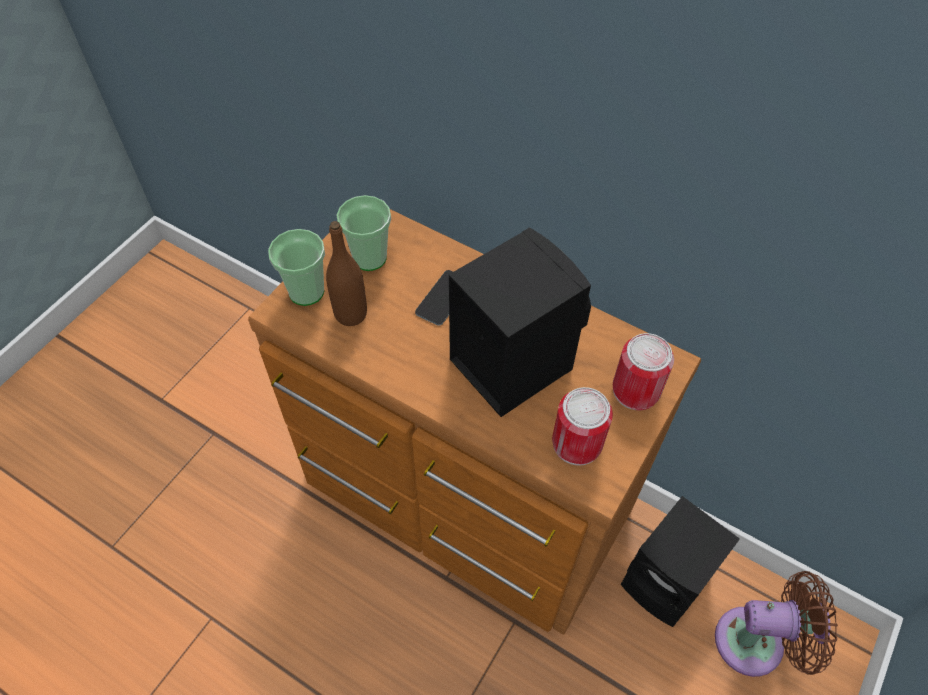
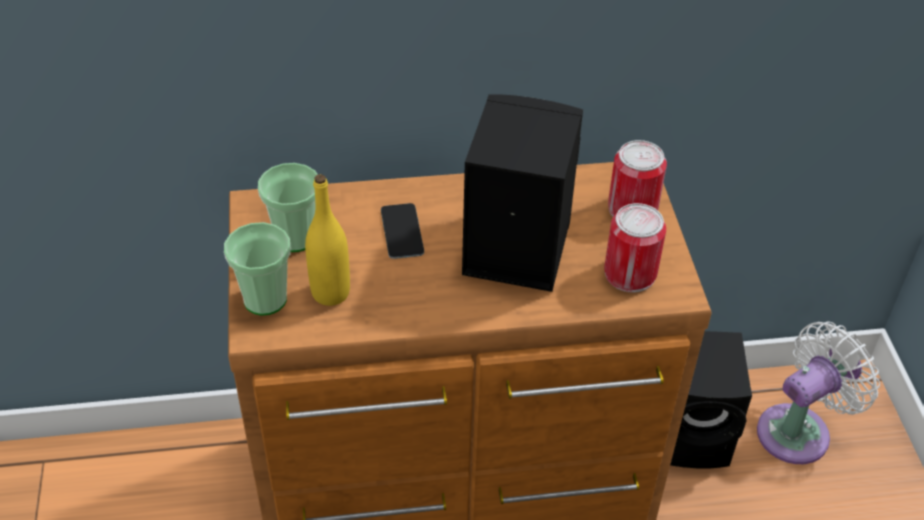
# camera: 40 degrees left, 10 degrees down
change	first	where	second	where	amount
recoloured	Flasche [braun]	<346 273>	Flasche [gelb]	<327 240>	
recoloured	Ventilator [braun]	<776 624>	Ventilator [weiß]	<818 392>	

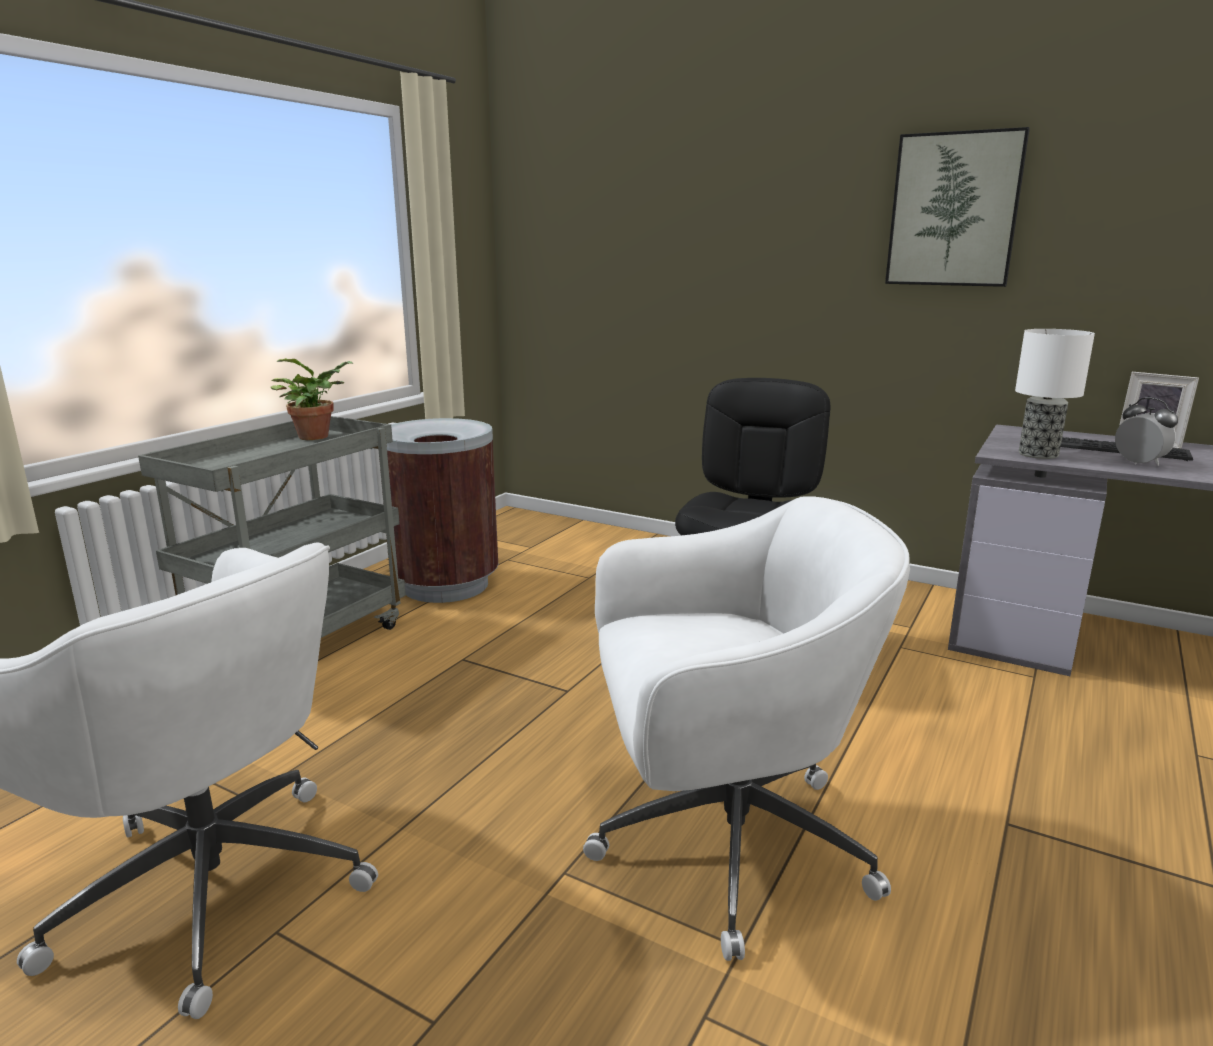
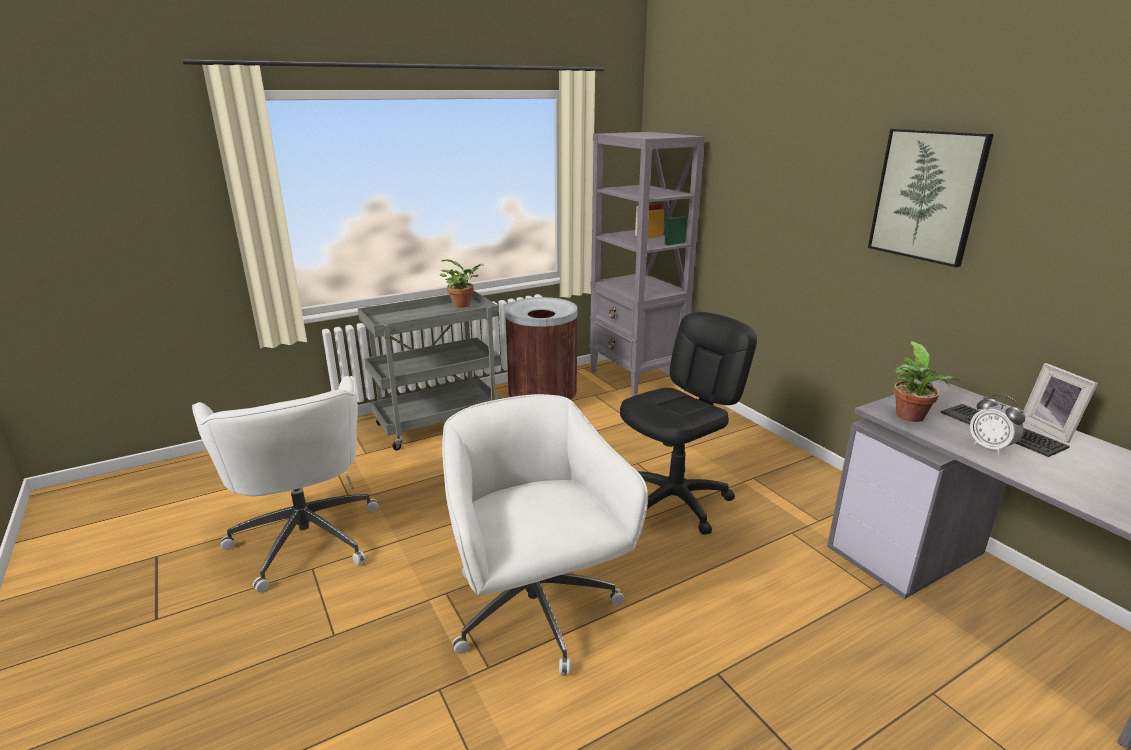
# camera: 30 degrees right, 5 degrees up
change	first	where	second	where	amount
replaced	Tischlampe	<1055 394>	Topfpflanze	<926 381>	
turned	Wecker	<1146 432>		<997 424>	150 degrees clockwise
turned	Bürostuhl [weiß]	<746 728>		<545 534>	135 degrees counterclockwise
added			Bücherregal [grau]	<647 264>	

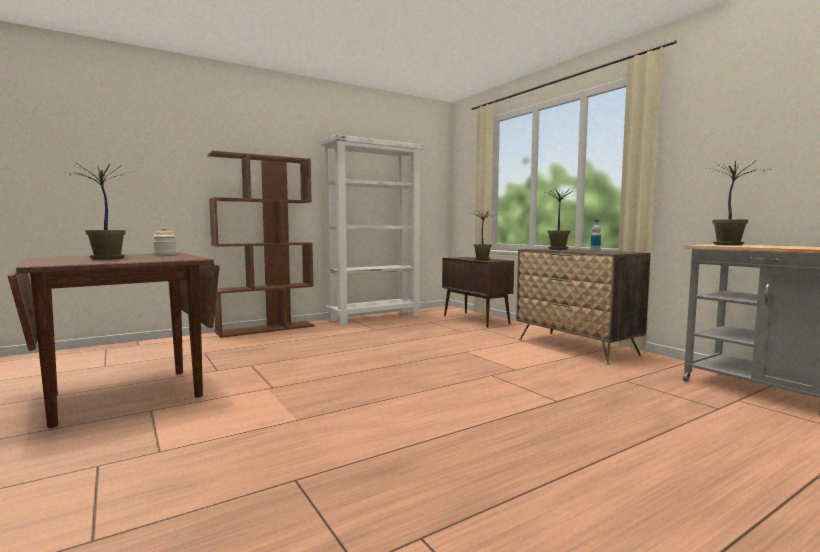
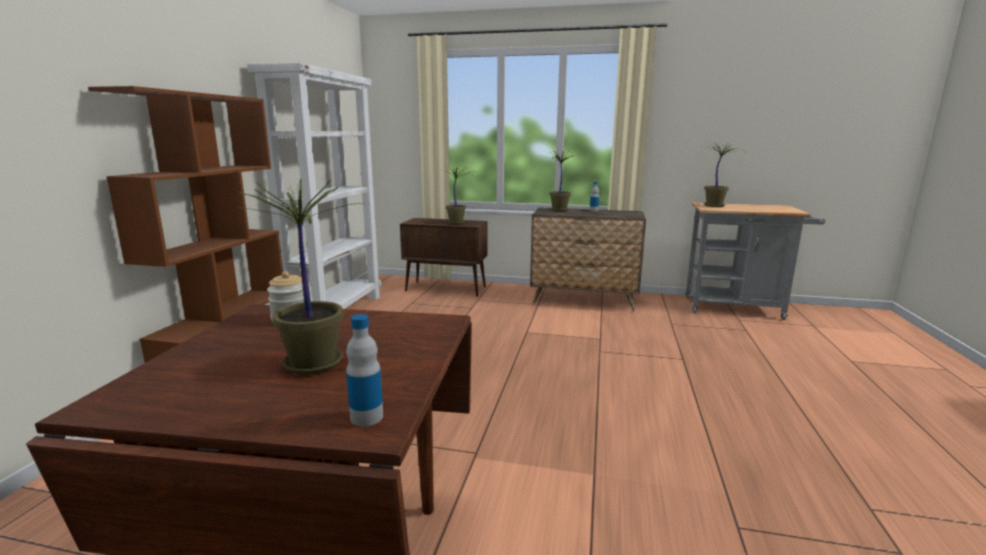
# camera: 45 degrees left, 10 degrees up
change	first	where	second	where	amount
added			Flasche	<364 370>	

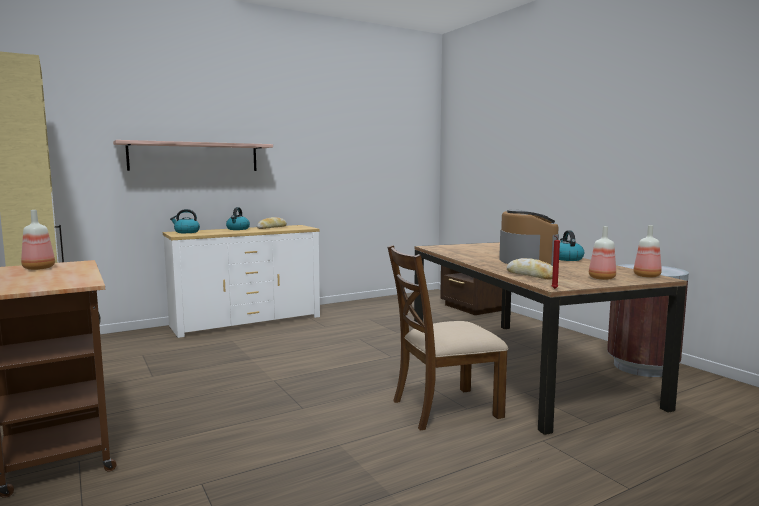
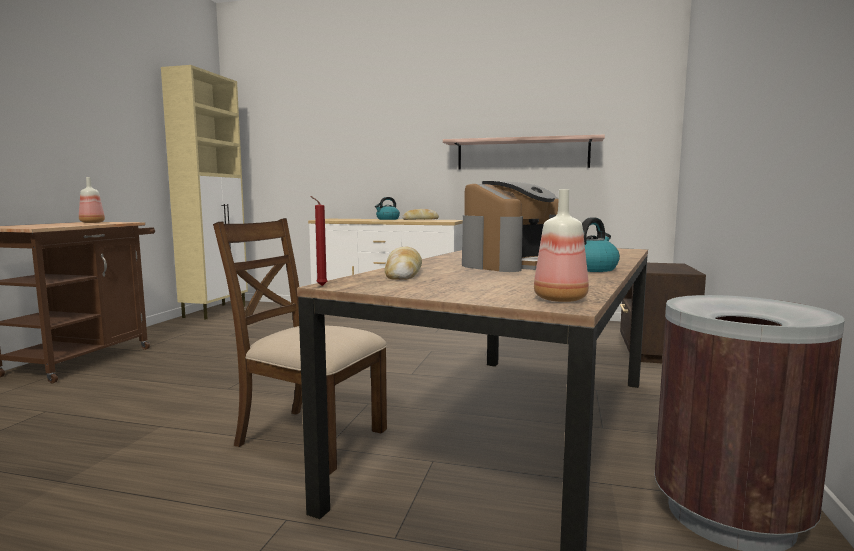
# camera: 45 degrees right, 0 degrees up
change	first	where	second	where	amount
moved	Wandregal	<193 155>		<524 152>	
removed	Wasserkessel	<185 221>			
removed	Flasche	<602 253>			

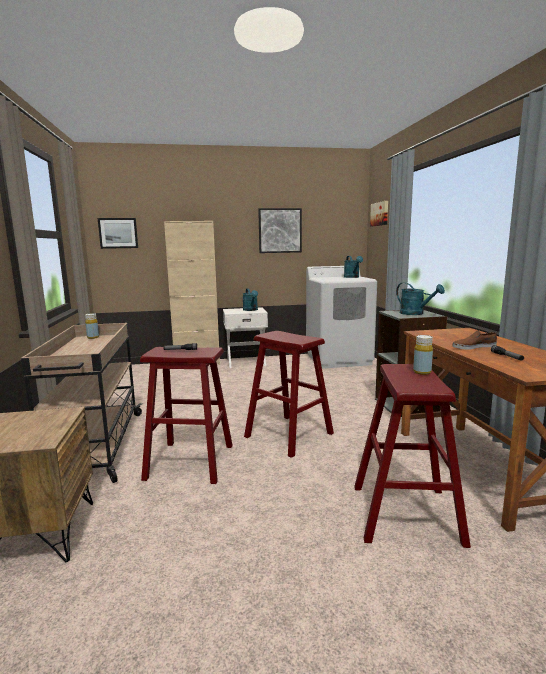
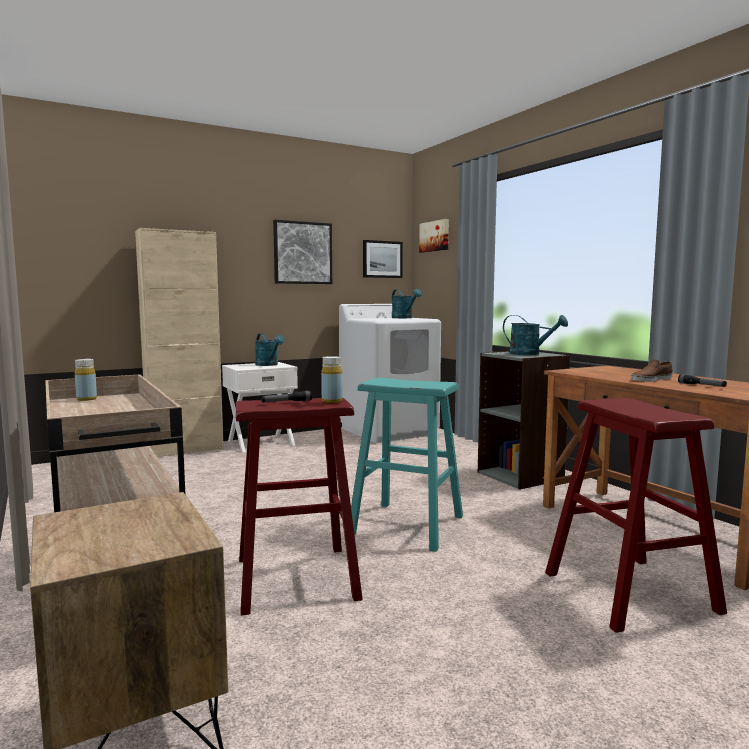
# camera: 20 degrees left, 5 degrees down
change	first	where	second	where	amount
moved	Bild	<118 233>		<383 259>	
recoloured	Hocker [rot]	<289 394>	Hocker [türkis]	<407 465>	
moved	Flasche [gelb]	<423 355>		<332 379>	

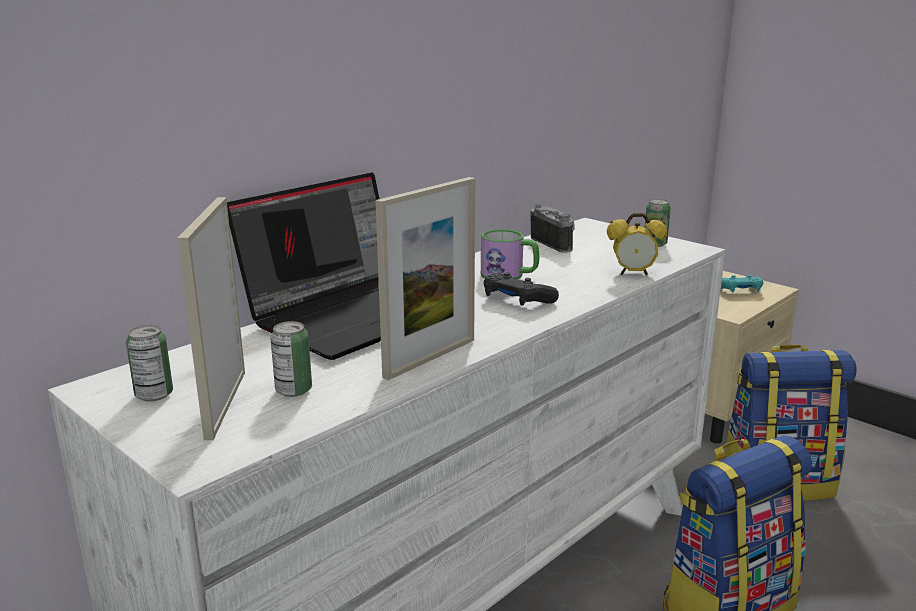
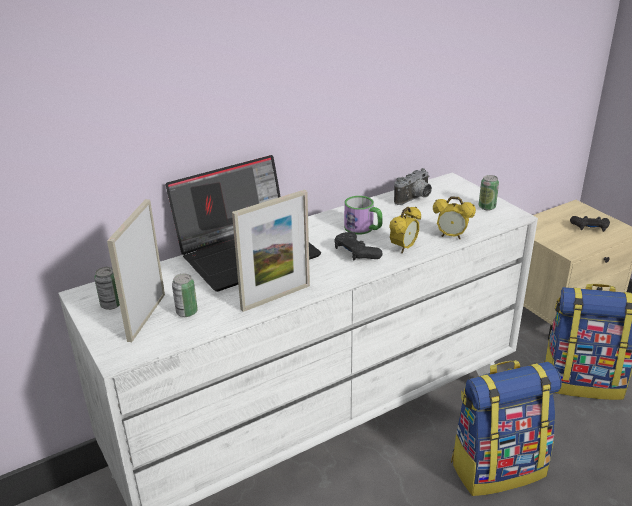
# camera: 15 degrees right, 10 degrees up
change	first	where	second	where	amount
turned	Kamera	<553 228>		<413 186>	60 degrees clockwise
recoloured	Gamepad [türkis]	<742 283>	Gamepad [schwarz]	<590 224>	
added			Wecker	<405 229>	

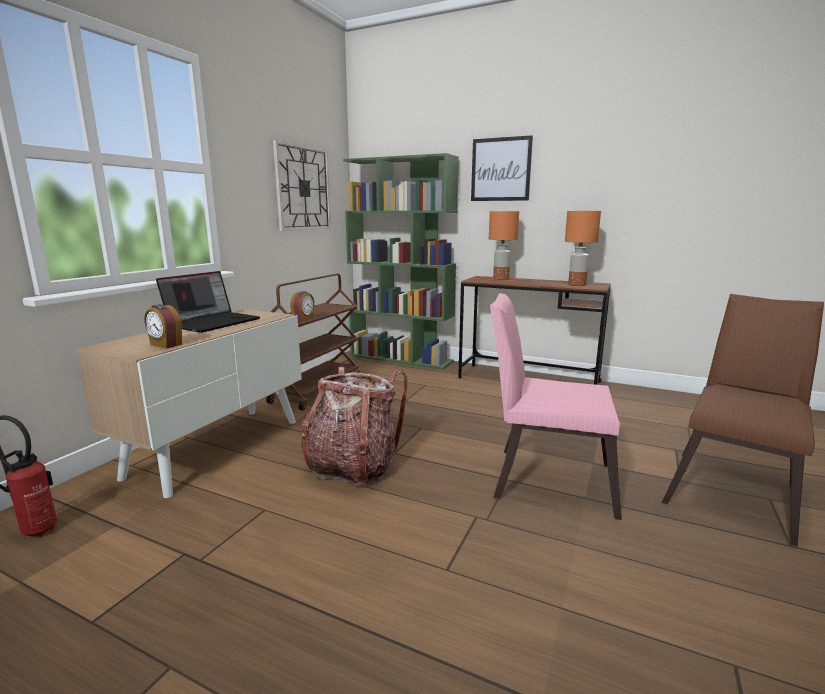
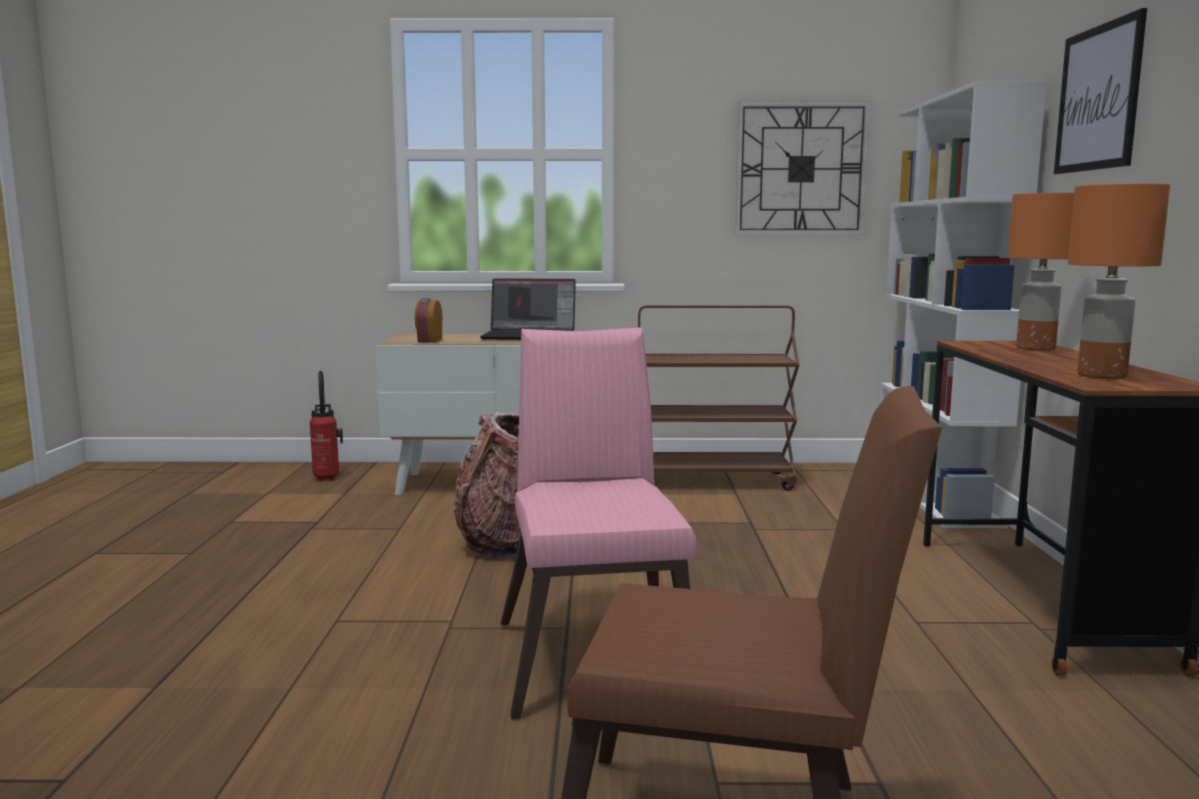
# camera: 65 degrees right, 5 degrees down
change	first	where	second	where	amount
recoloured	Bücherregal [grün]	<401 261>	Bücherregal [weiß]	<963 304>	
removed	Wecker	<302 306>			

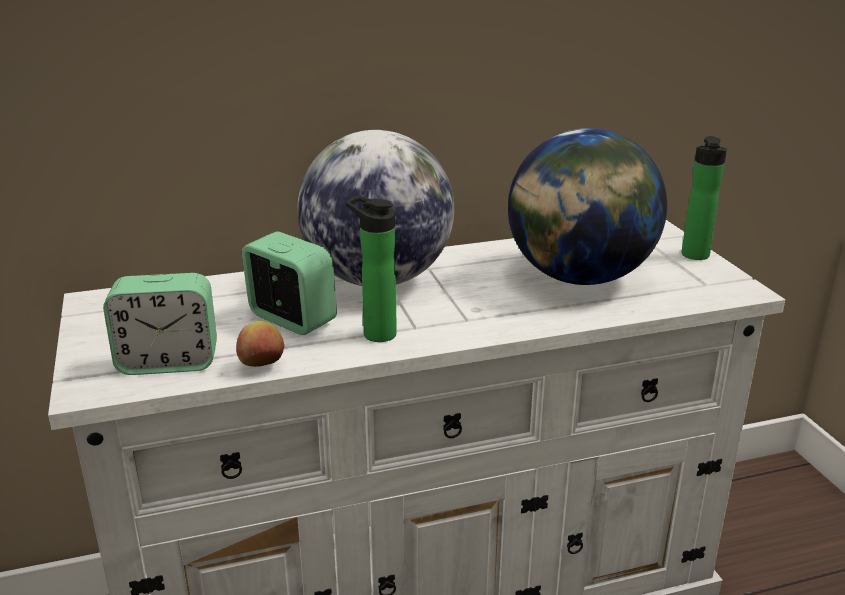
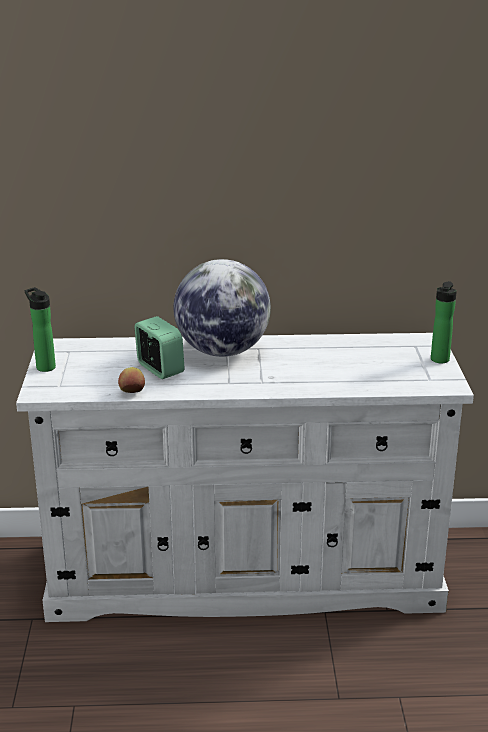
# camera: 15 degrees right, 0 degrees up
change	first	where	second	where	amount
removed	Globus	<587 206>			
moved	Flasche	<371 268>		<40 329>	
removed	Wecker	<160 324>			

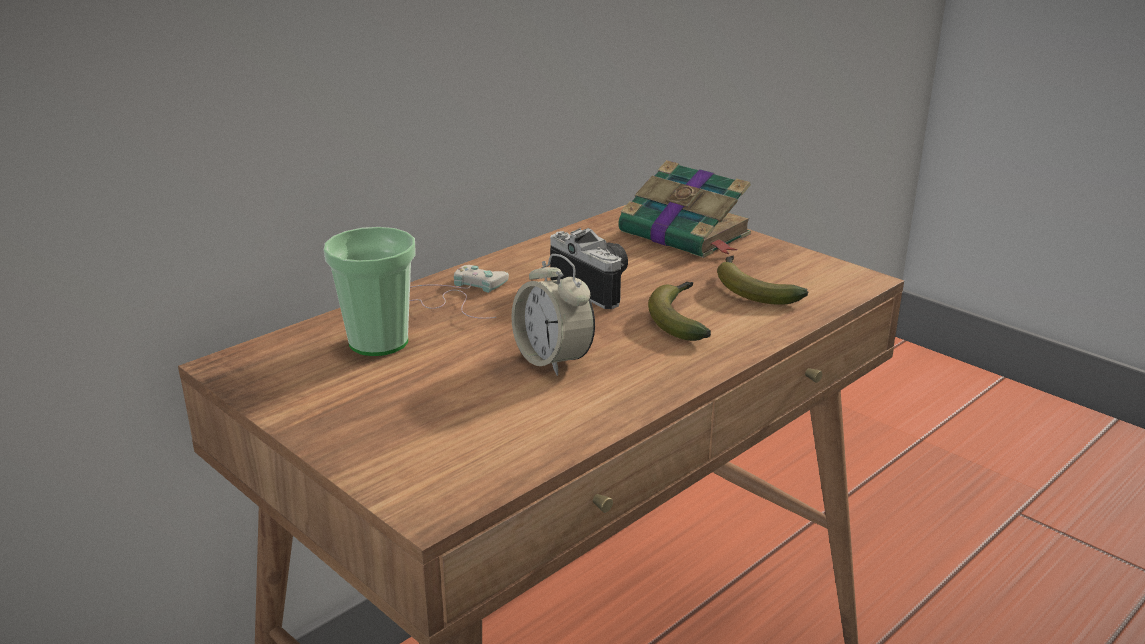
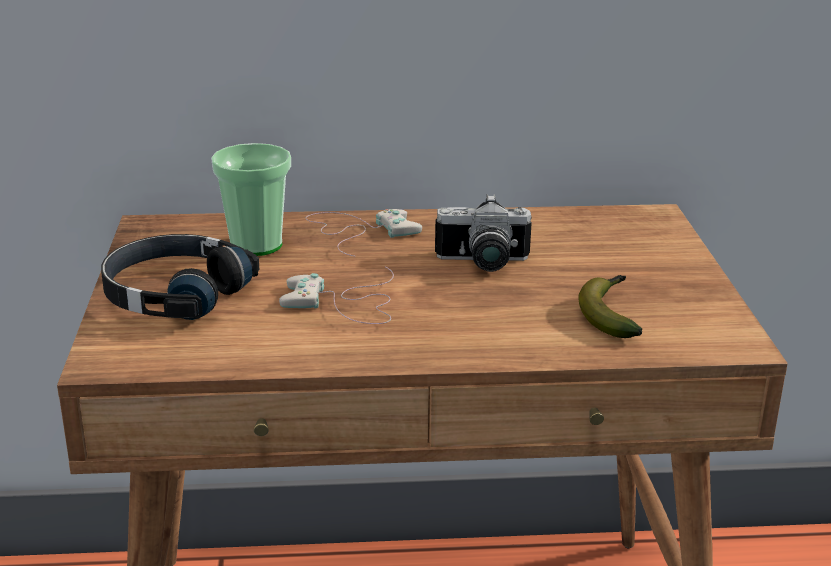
# camera: 40 degrees right, 0 degrees up
change	first	where	second	where	amount
removed	Buch	<684 209>			
turned	Kamera	<589 268>		<483 233>	90 degrees clockwise
replaced	Wecker	<553 315>	Gamepad [weiß]	<336 295>	
removed	Banane	<679 311>			
added			Kopfhörer [schwarz]	<180 277>	

